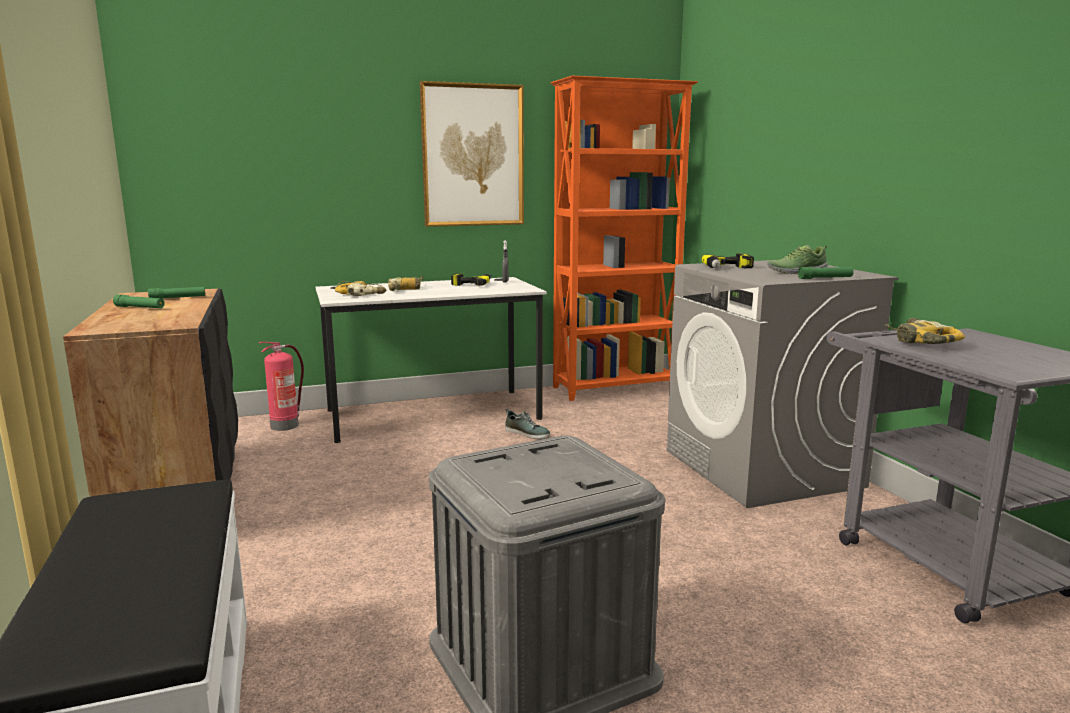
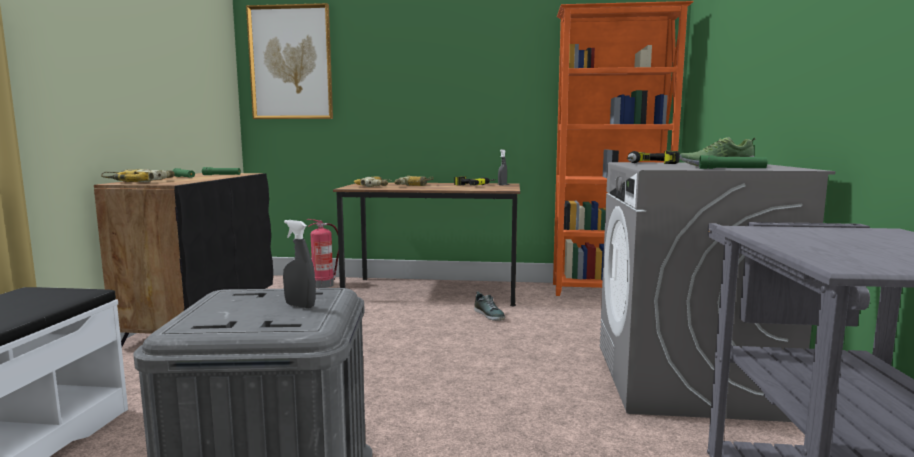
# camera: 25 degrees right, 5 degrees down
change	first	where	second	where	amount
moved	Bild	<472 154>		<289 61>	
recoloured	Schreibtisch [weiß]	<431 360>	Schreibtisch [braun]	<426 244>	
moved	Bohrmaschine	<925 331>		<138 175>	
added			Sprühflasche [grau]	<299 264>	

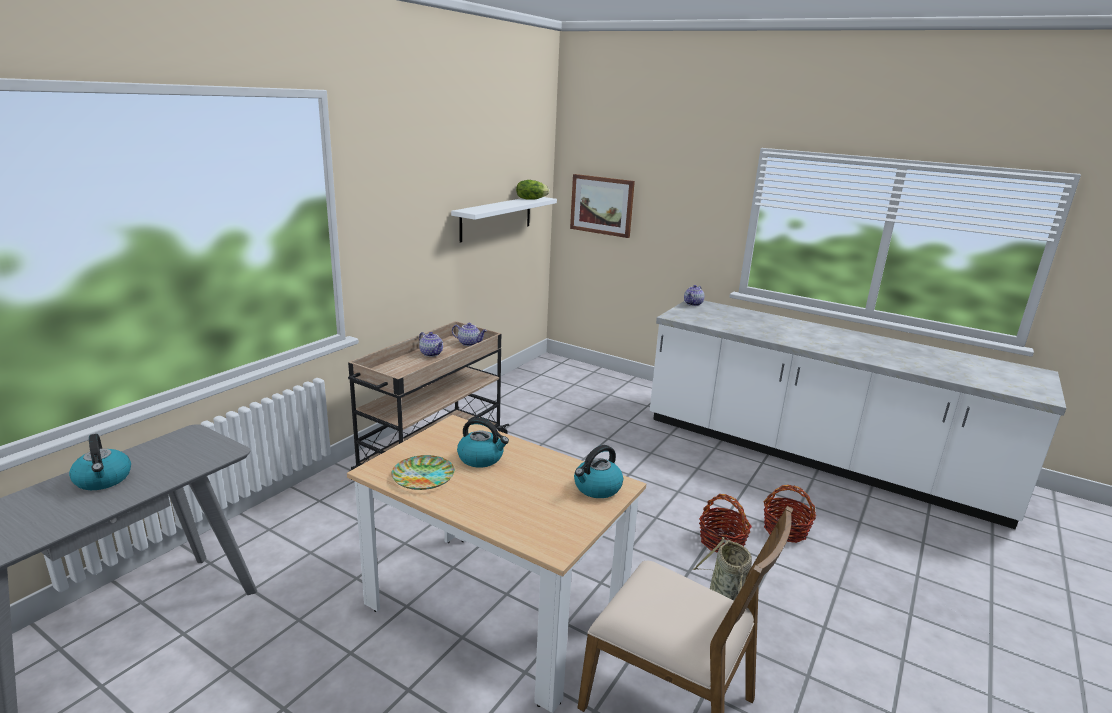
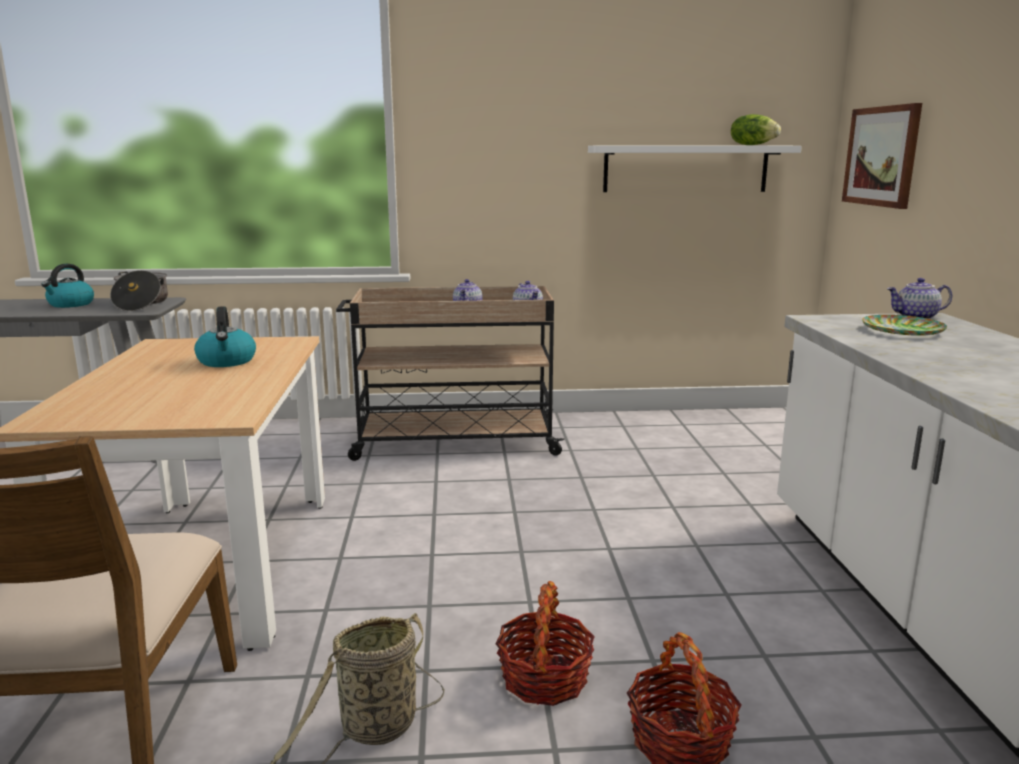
# camera: 55 degrees right, 5 degrees down
change	first	where	second	where	amount
removed	Wasserkessel	<598 471>			
moved	Teller	<423 472>		<904 325>	
added			Kochtopf	<139 290>	

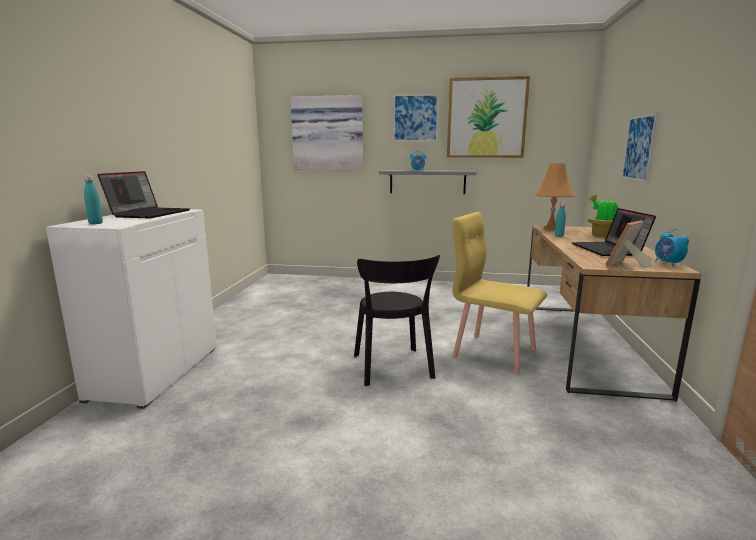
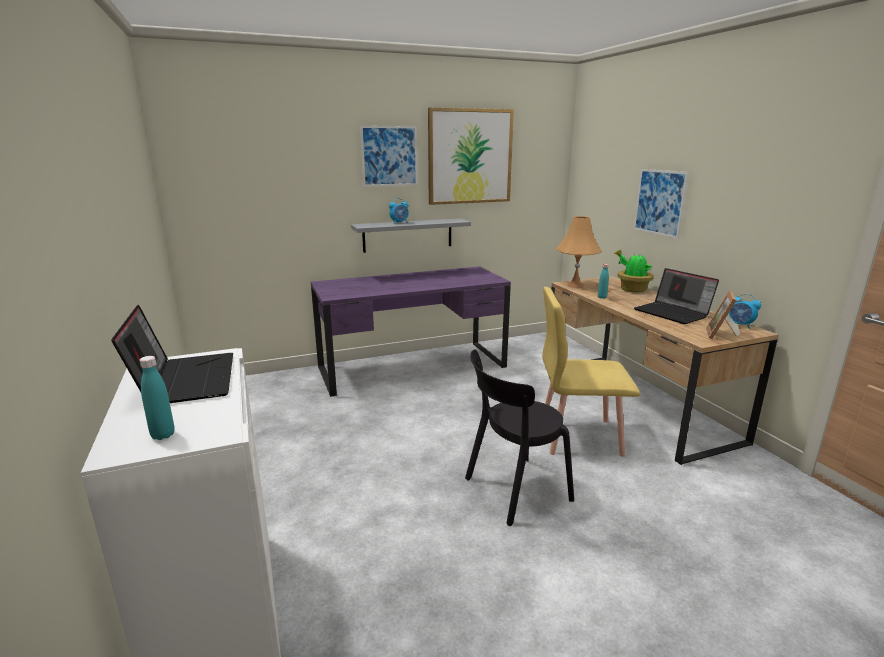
# camera: 30 degrees left, 5 degrees up
change	first	where	second	where	amount
removed	Bild	<327 132>			
turned	Stuhl [schwarz]	<397 320>		<519 437>	105 degrees clockwise
added			Schreibtisch [lila]	<411 331>	

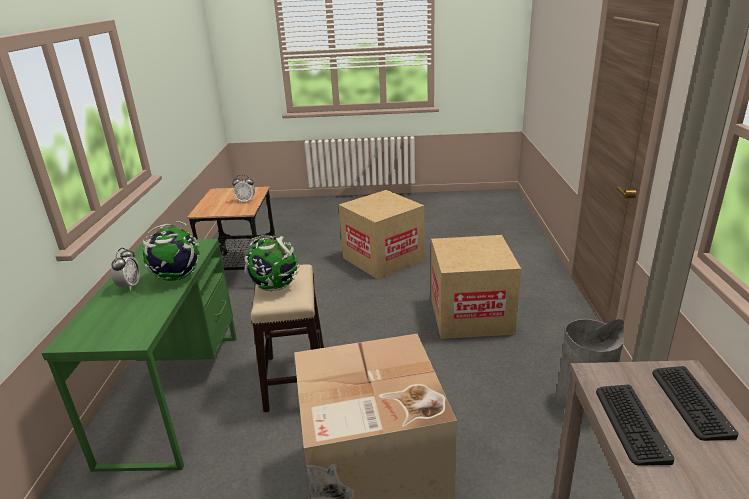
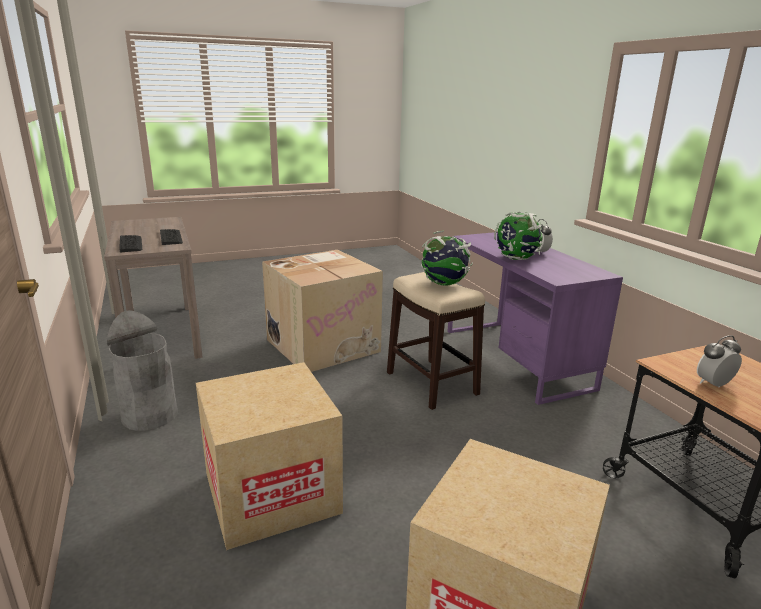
# camera: 155 degrees right, 5 degrees down
change	first	where	second	where	amount
recoloured	Schreibtisch [grün]	<139 355>	Schreibtisch [lila]	<535 318>	

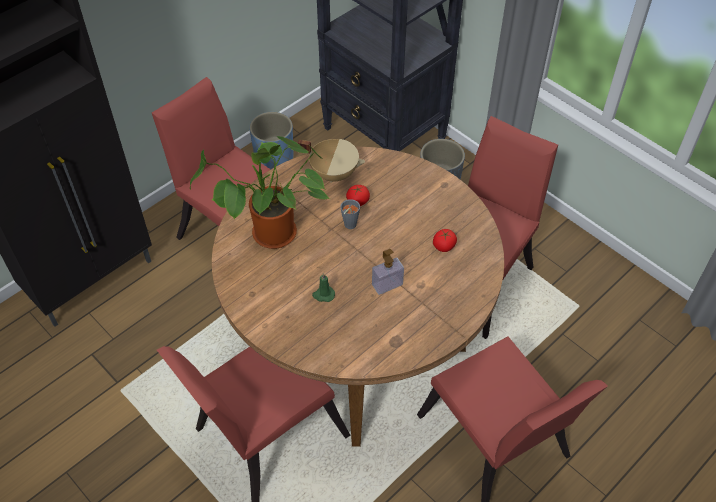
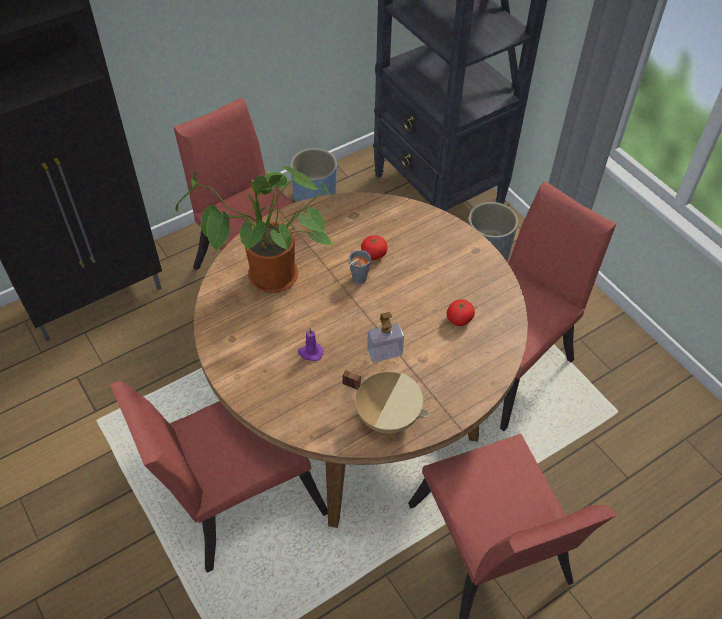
# camera: 10 degrees right, 0 degrees up
change	first	where	second	where	amount
moved	Kochtopf [beige]	<331 161>		<386 402>	
recoloured	Kerze [grün]	<323 287>	Kerze [lila]	<311 345>	

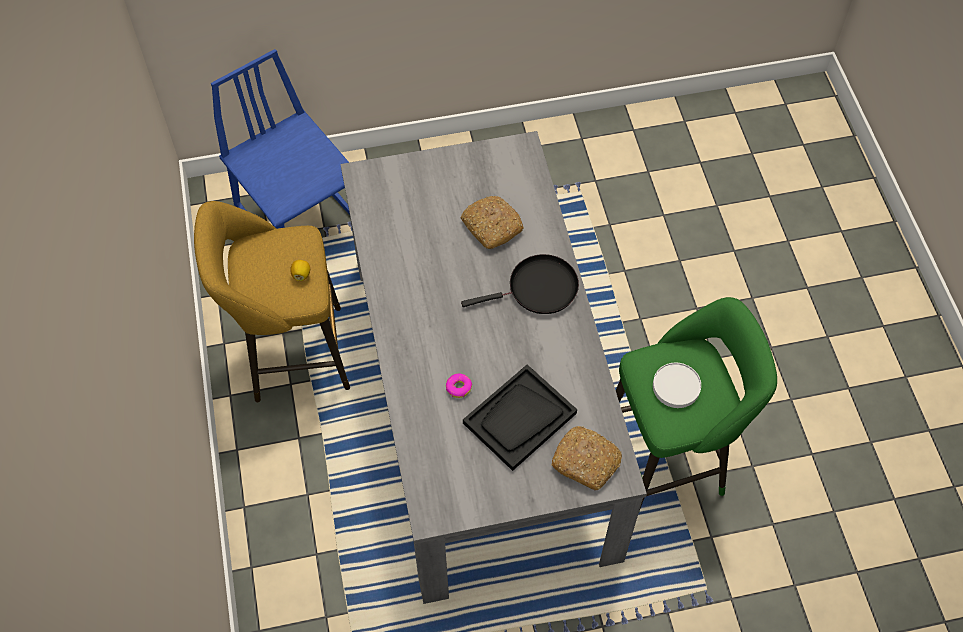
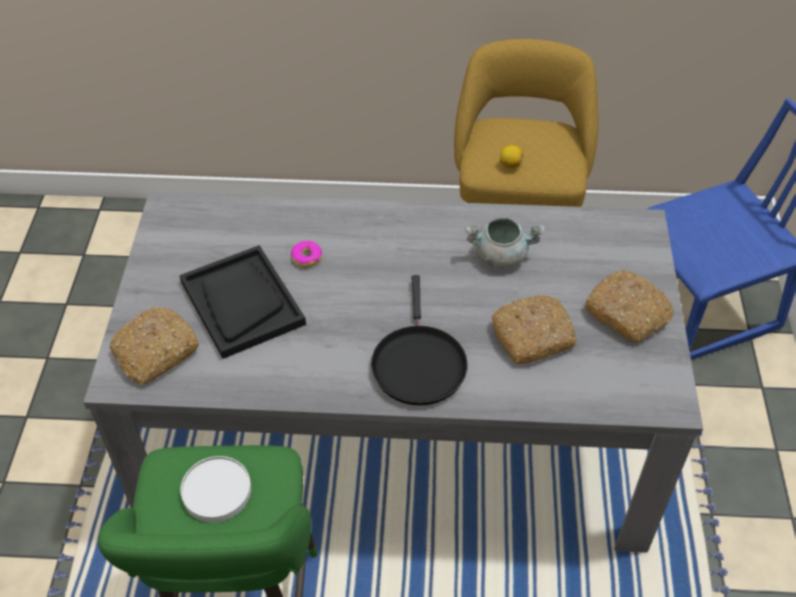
# camera: 105 degrees right, 10 degrees down
change	first	where	second	where	amount
added			Kochtopf [grau]	<505 242>	
added			Brot	<629 306>	

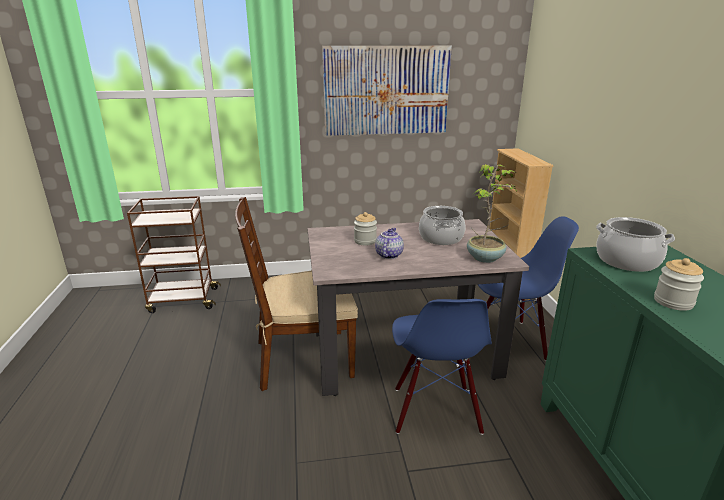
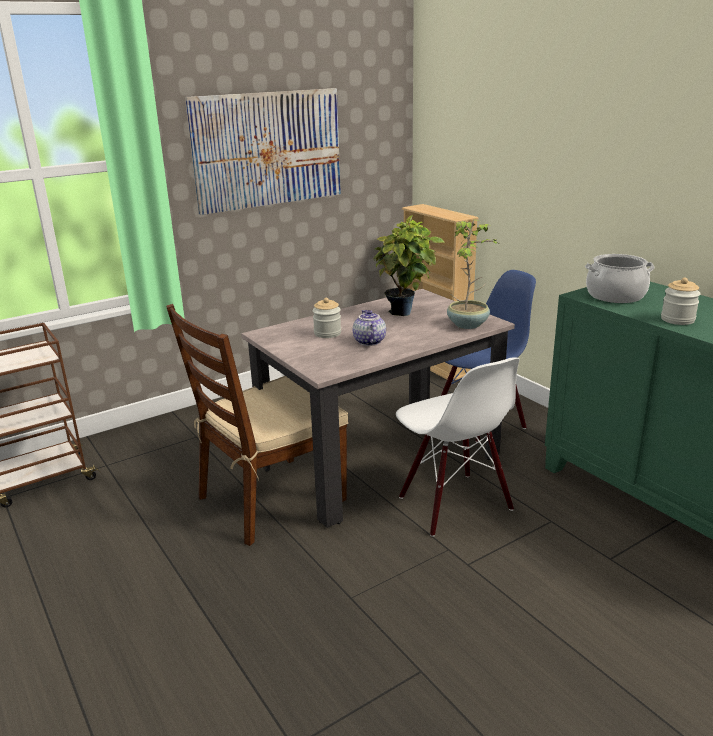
# camera: 25 degrees left, 0 degrees up
change	first	where	second	where	amount
replaced	Kochtopf	<442 225>	Topfpflanze	<409 265>	
recoloured	Stuhl [blau]	<442 367>	Stuhl [weiß]	<458 447>	

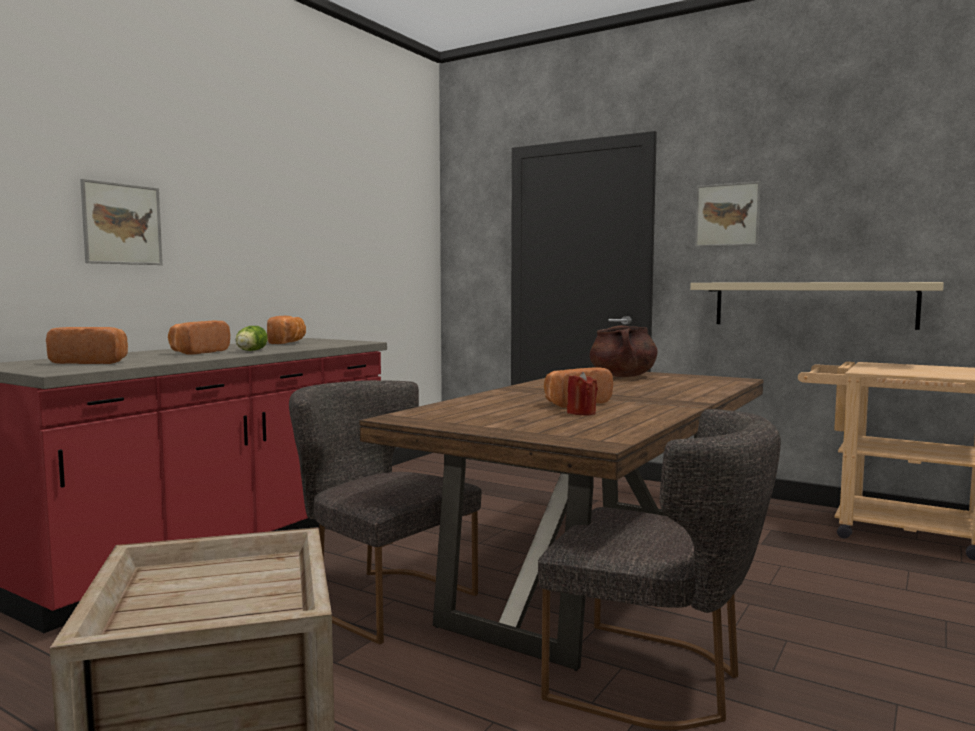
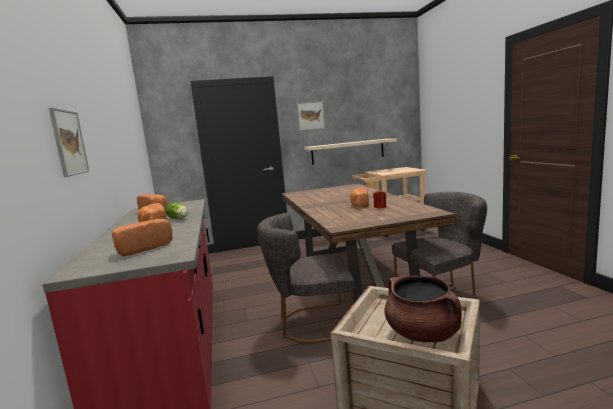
# camera: 45 degrees left, 5 degrees up
change	first	where	second	where	amount
moved	Kochtopf [braun]	<623 351>		<423 309>	

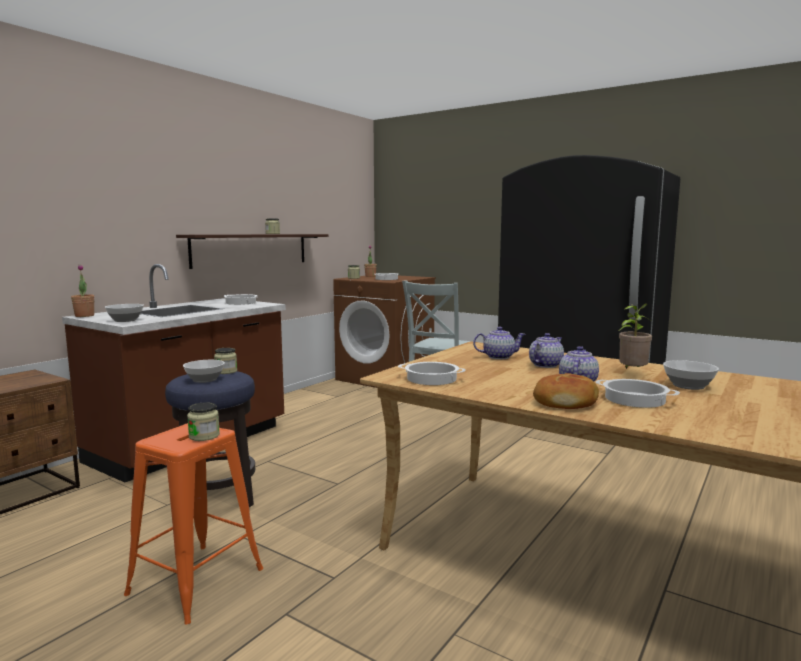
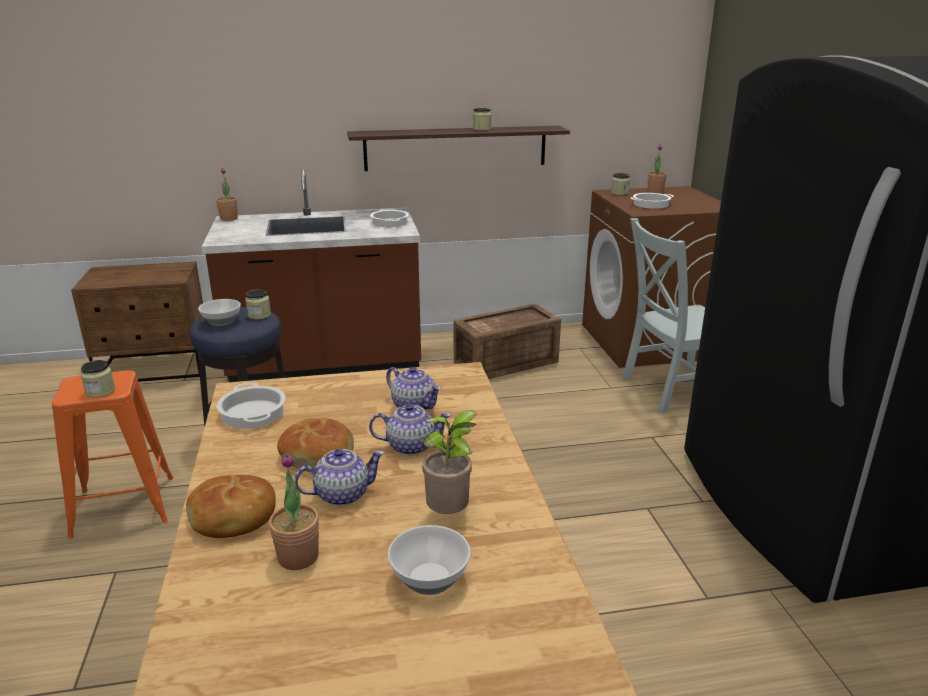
# camera: 45 degrees right, 15 degrees up
change	first	where	second	where	amount
removed	Schüssel	<124 313>			
replaced	Kochtopf	<638 393>	Topfpflanze	<294 511>	
added			Kiste	<507 341>	
added			Brot	<315 445>	

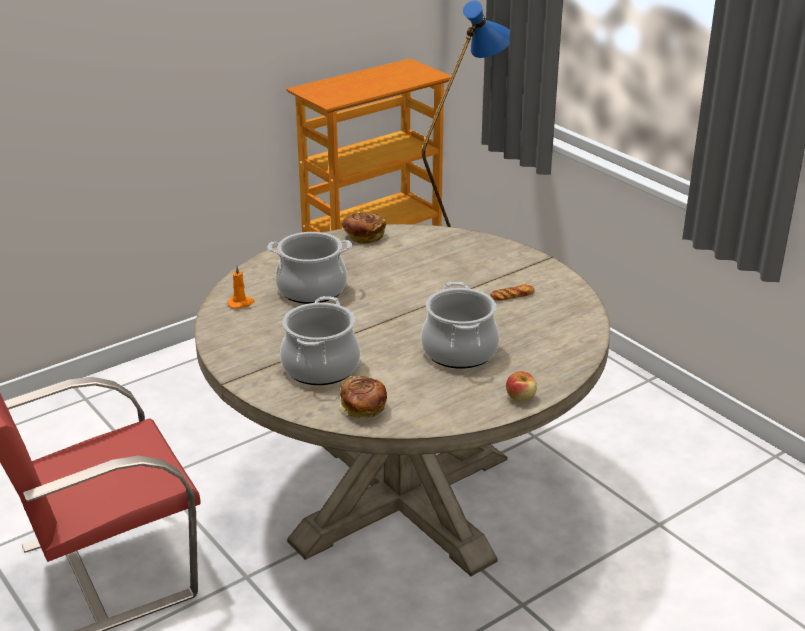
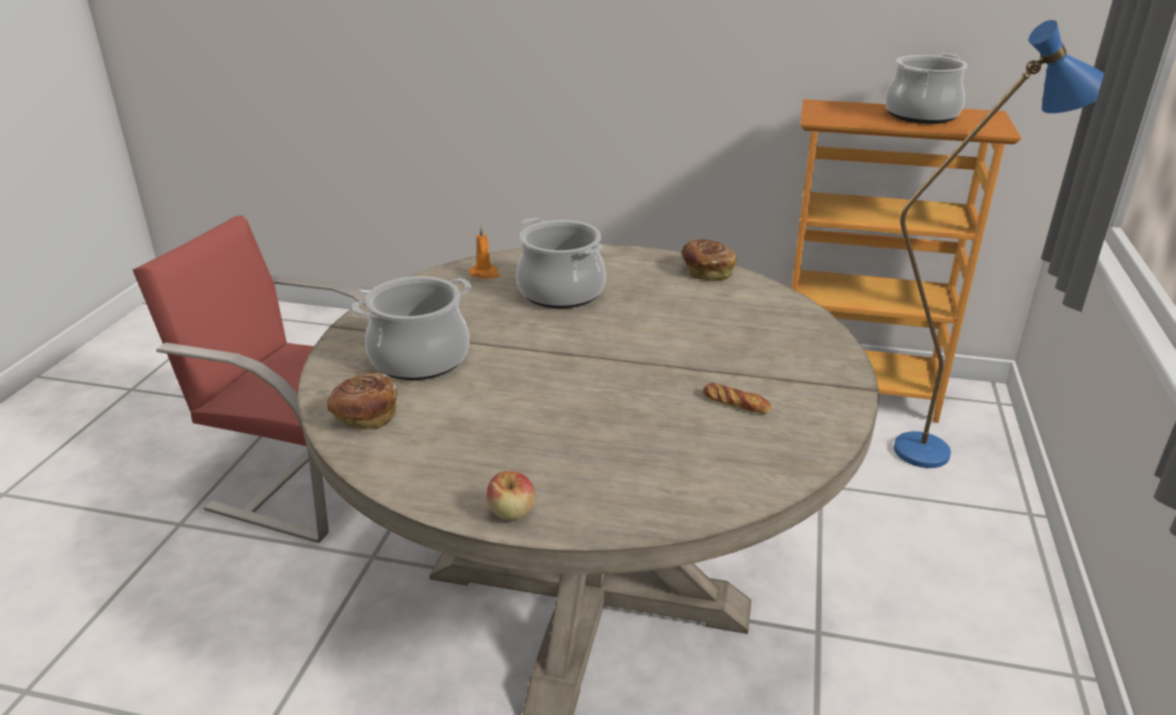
# camera: 50 degrees right, 0 degrees up
change	first	where	second	where	amount
moved	Kochtopf	<460 325>		<926 88>	

